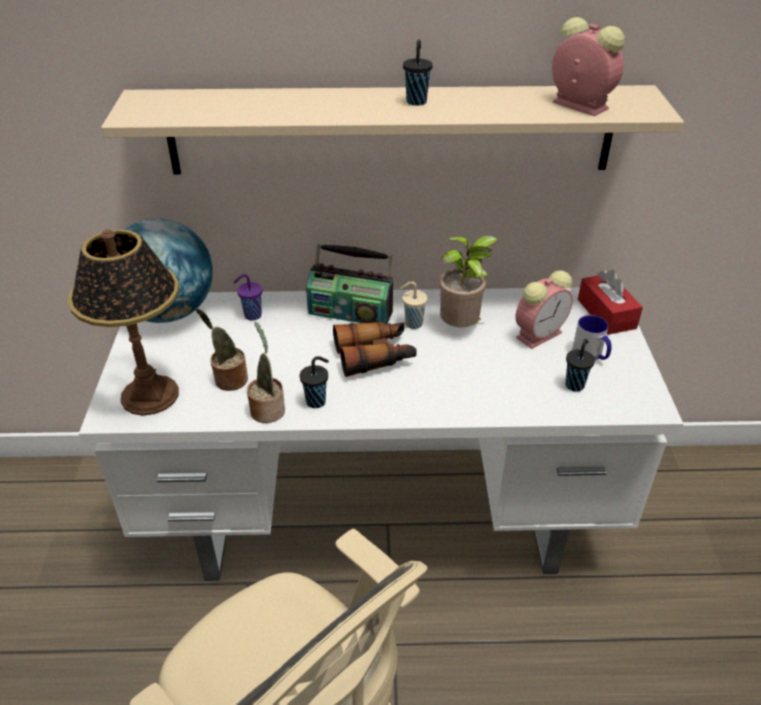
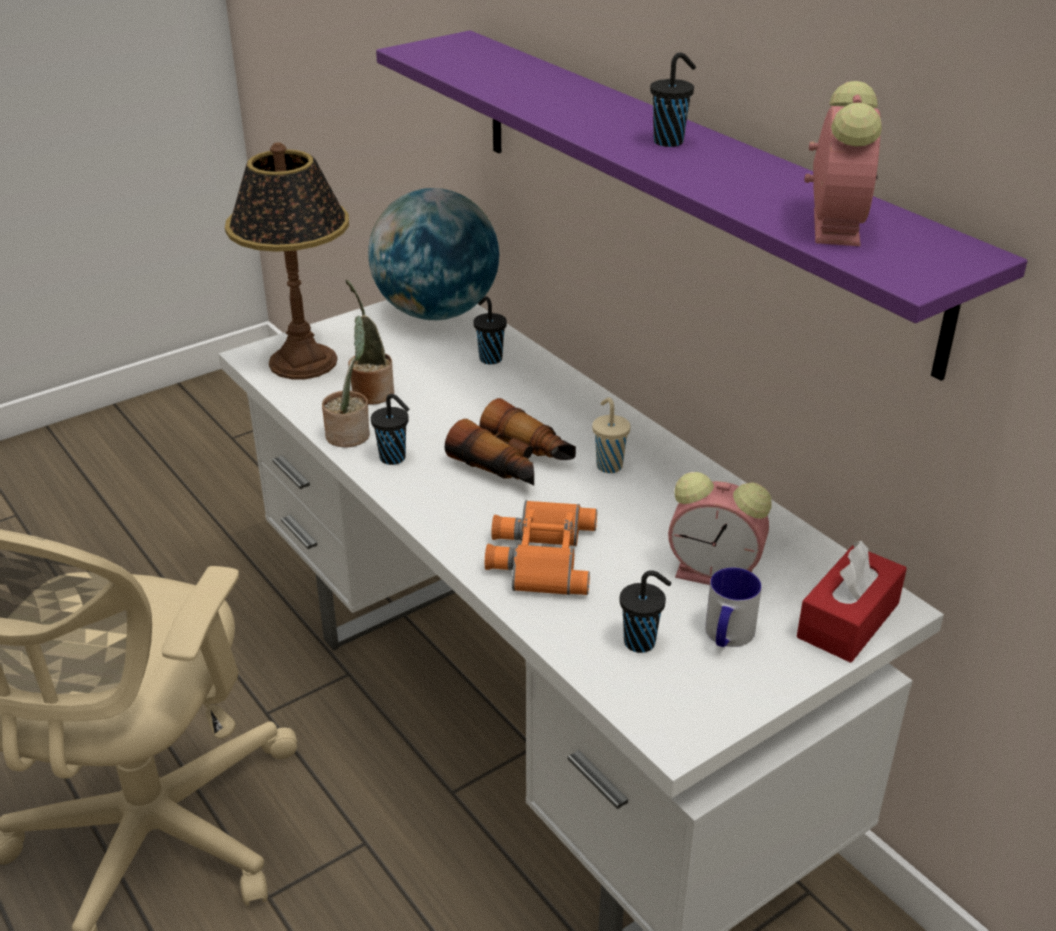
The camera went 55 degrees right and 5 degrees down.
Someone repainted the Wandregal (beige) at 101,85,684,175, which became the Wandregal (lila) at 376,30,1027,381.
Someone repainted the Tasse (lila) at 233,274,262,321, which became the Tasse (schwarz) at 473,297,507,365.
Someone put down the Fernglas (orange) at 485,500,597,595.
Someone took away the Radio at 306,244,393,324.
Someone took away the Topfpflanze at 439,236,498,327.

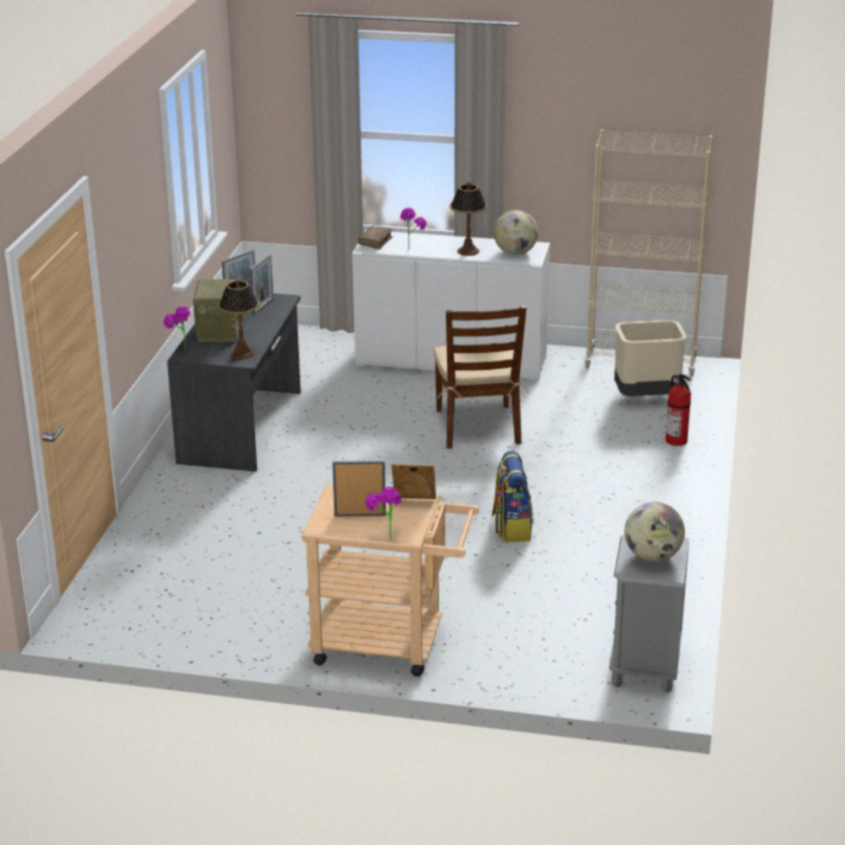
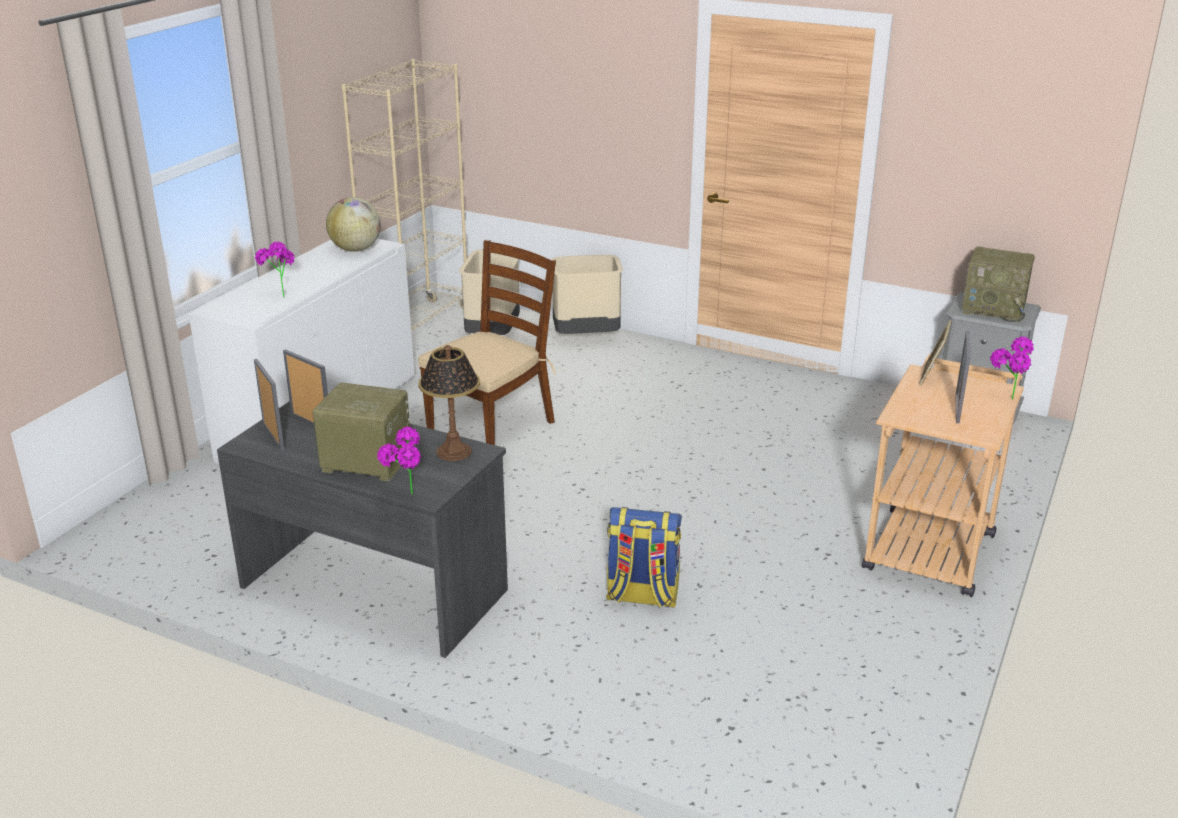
The camera went 75 degrees left and 0 degrees up.
Someone rotated the Stuhl (braun) at 434,306,529,449 by 60 degrees counterclockwise.
Someone swapped the Feuerlöscher at 666,374,691,446 for the Mülleimer (beige) at 552,255,623,334.
Someone carried the Rucksack from 492,451,534,542 to 606,507,682,608.
Someone swapped the Globus at 624,502,685,562 for the Radio at 962,246,1035,322.
Someone took away the Buch (braun) at 358,225,393,250.
Someone took away the Tischlampe at 450,182,487,256.

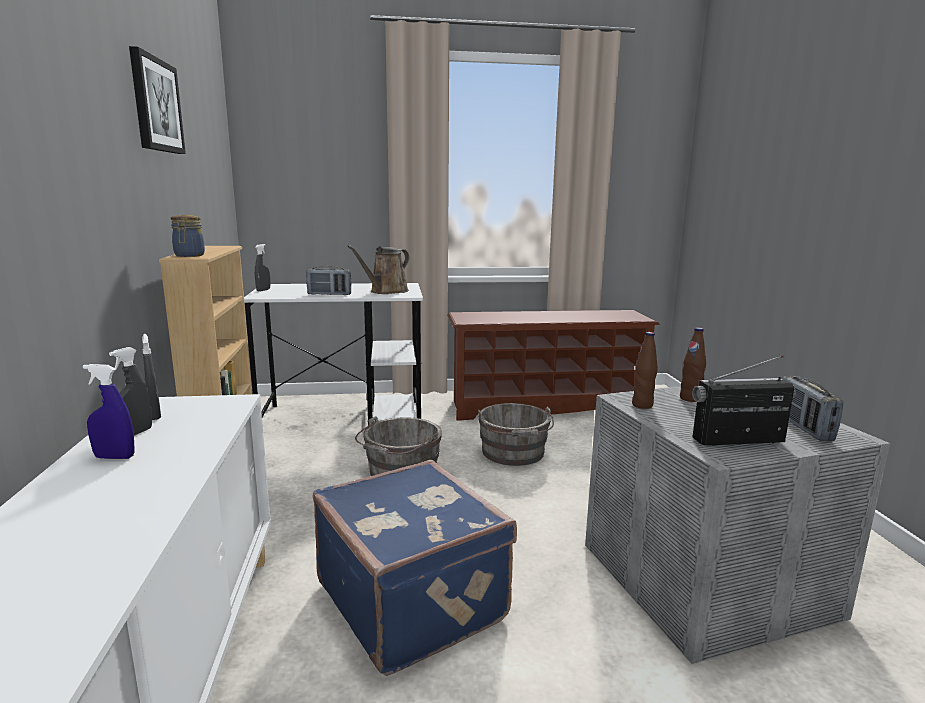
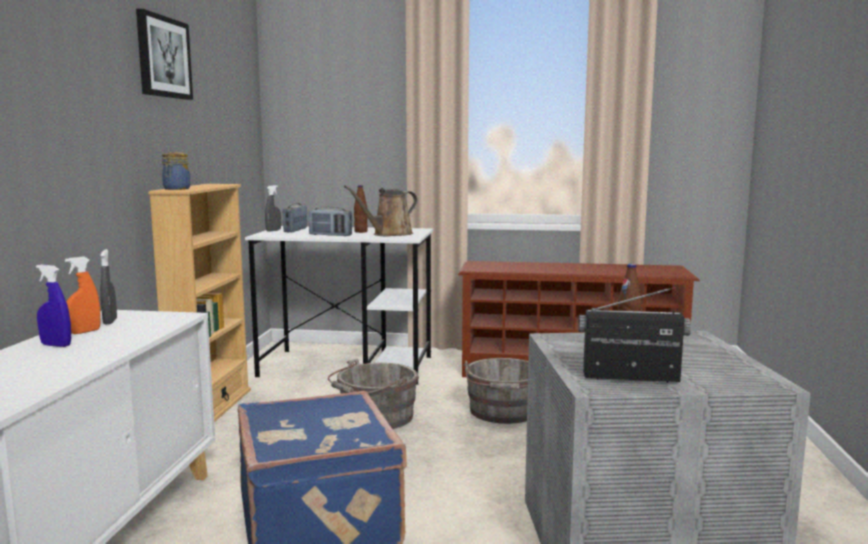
The camera went 15 degrees right and 5 degrees down.
Someone repainted the Sprühflasche (grau) at 109,347,152,436, which became the Sprühflasche (orange) at 65,256,101,334.
Someone carried the Radio from 782,376,843,441 to 283,203,307,232.
Someone carried the Flasche (braun) from 632,332,658,409 to 354,185,368,233.

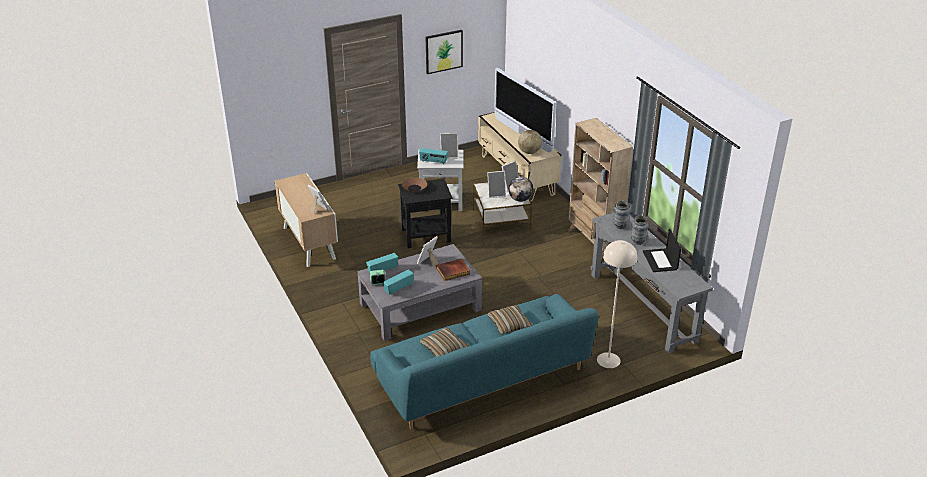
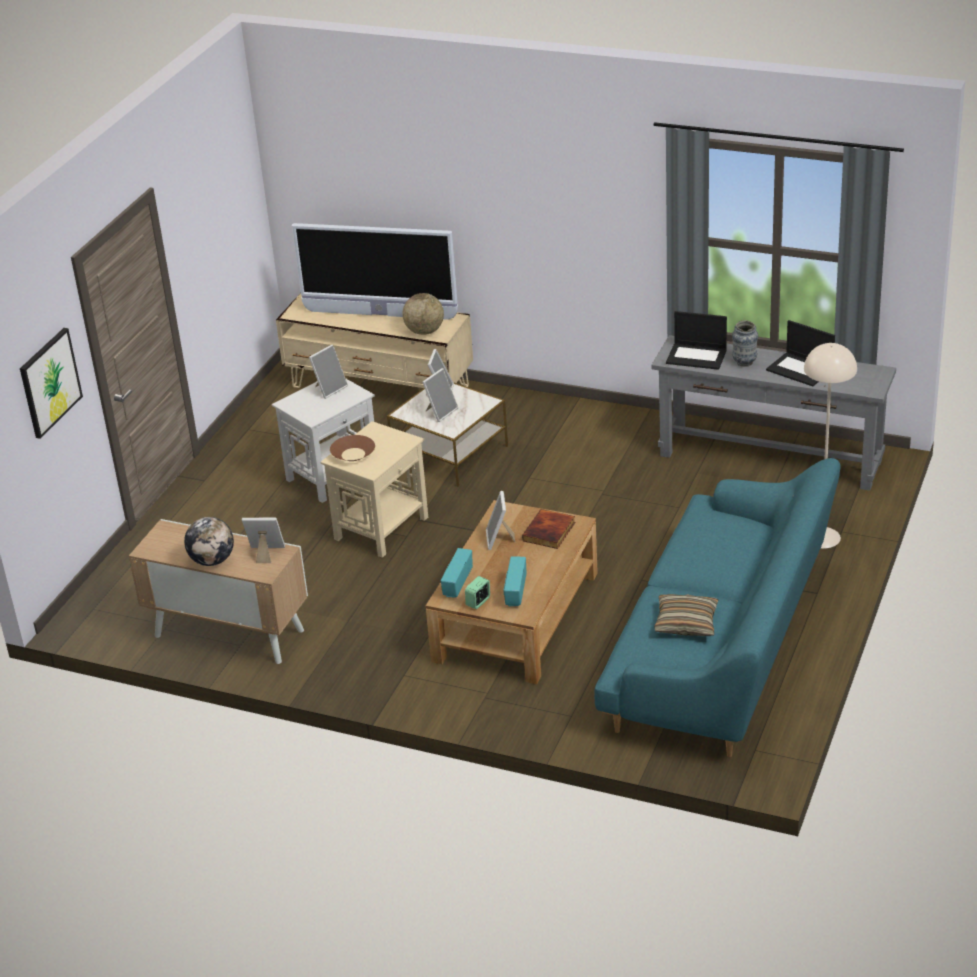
The camera went 40 degrees left and 0 degrees up.
Someone carried the Bild from 426,30,463,74 to 20,328,83,439.
Someone carried the Globus from 509,177,533,202 to 184,517,234,566.
Someone repainted the Beistelltisch (schwarz) at 398,179,453,248, which became the Beistelltisch (beige) at 320,421,428,558.
Someone repainted the Couchtisch (grau) at 358,244,482,341, which became the Couchtisch (braun) at 426,500,598,684.
Someone swapped the Vase at 613,200,630,229 for the Laptop at 666,311,727,370.
Someone took away the Radio at 419,148,448,164.
Someone took away the Kissen at 487,305,533,335.
Someone took away the Bücherregal (beige) at 568,118,633,260.

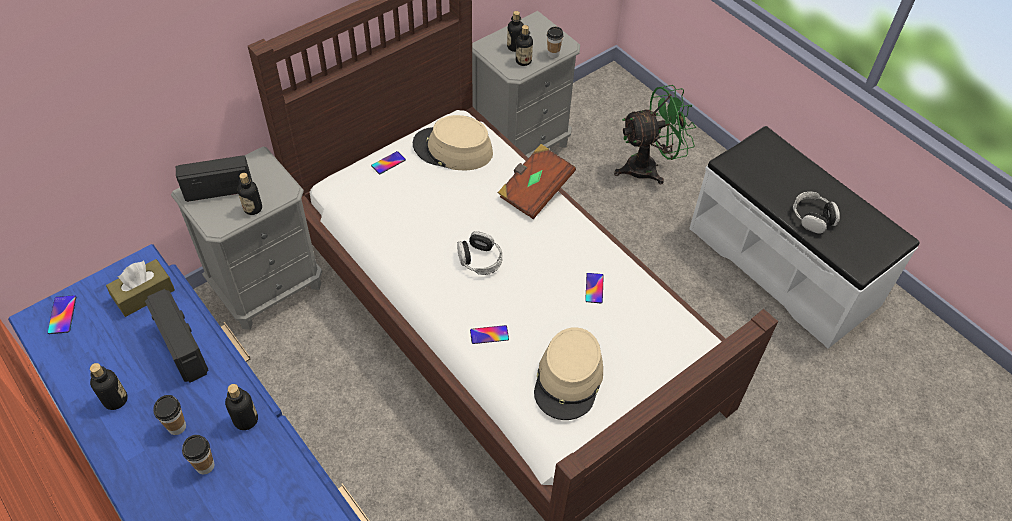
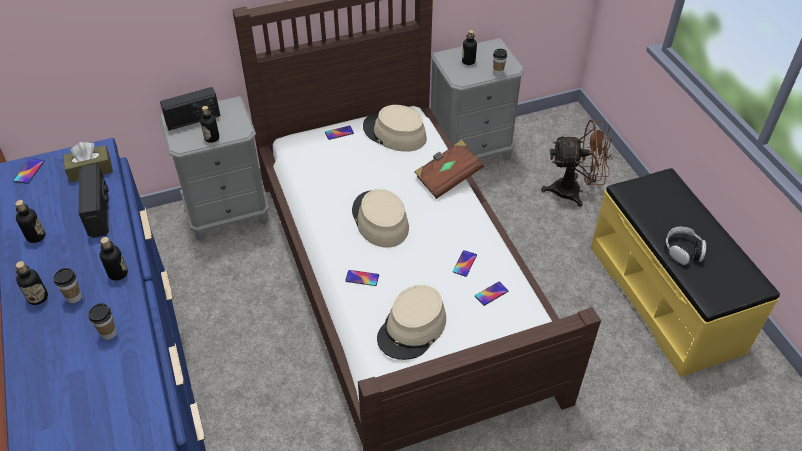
The camera went 20 degrees right and 5 degrees down.
Someone carried the Flasche from 516,25,533,66 to 16,261,48,305.
Someone carried the Tasse from 154,395,186,435 to 88,303,116,340.
Someone rotated the Radio at 176,155,252,202 by 150 degrees clockwise.
Someone swapped the Kopfhörer at 457,231,502,275 for the Hut (beige) at 352,189,409,248.
Someone put down the Handy at 475,282,509,306.
Someone repainted the Ventilator (grün) at 614,85,696,185, which became the Ventilator (braun) at 541,120,612,207.
Someone repainted the Bank (weiß) at 689,126,920,349, which became the Bank (gelb) at 591,168,780,377.

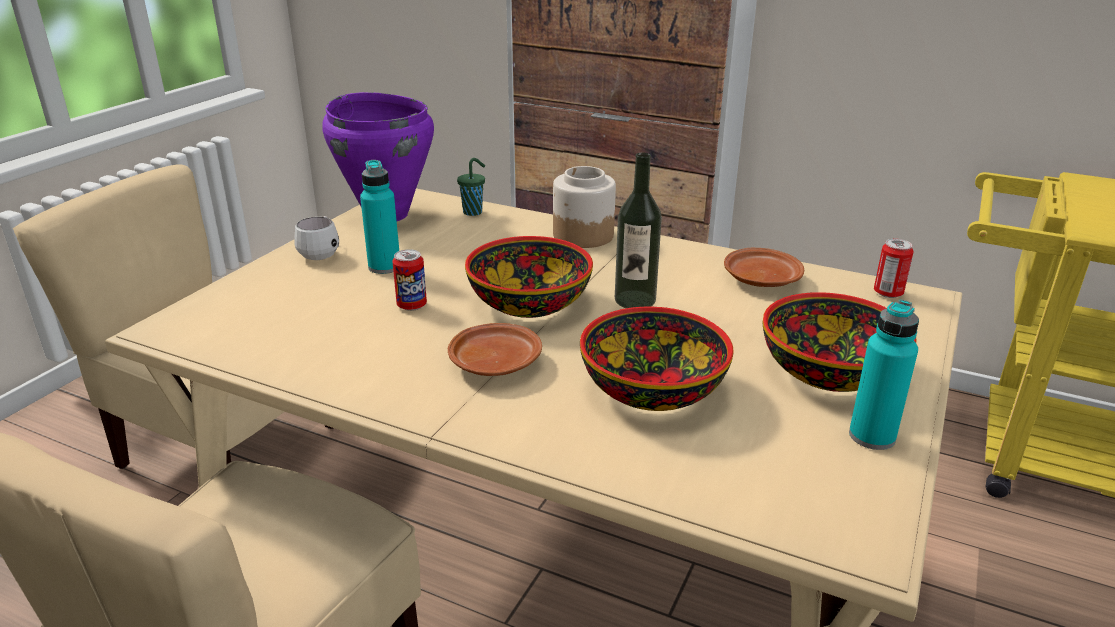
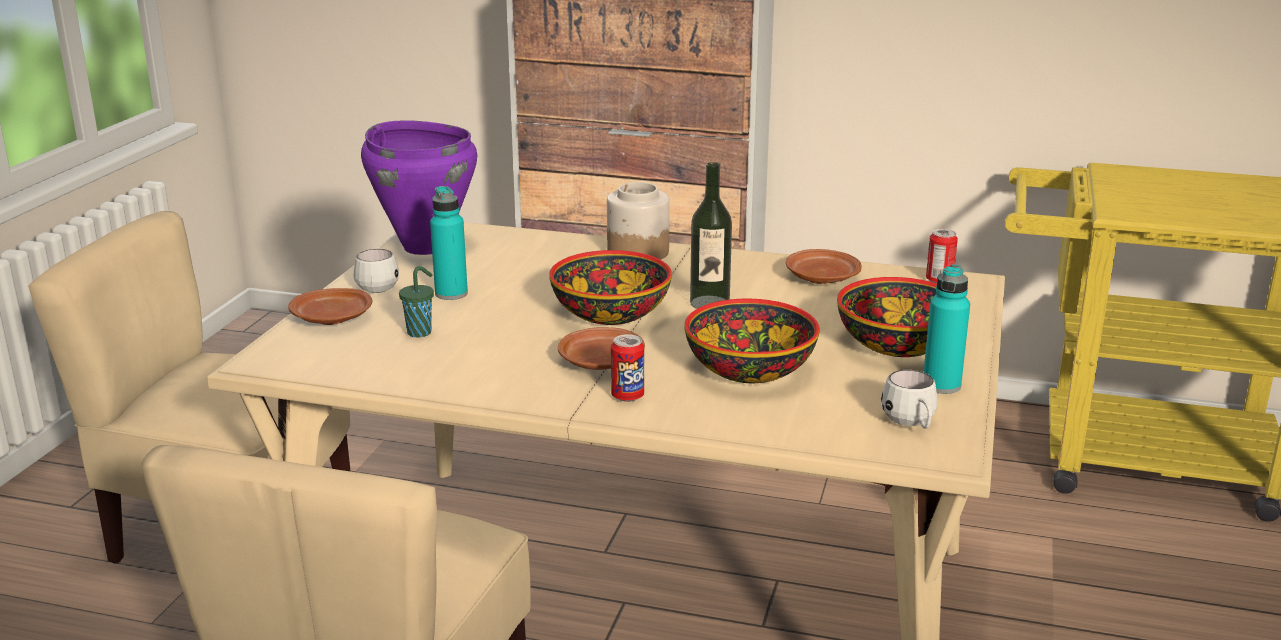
The camera went 10 degrees left and 5 degrees down.
Someone put down the Teller (braun) at 288,288,372,325.
Someone carried the Tasse (grün) from 457,158,485,216 to 399,266,434,338.
Someone carried the Dose from 392,249,427,311 to 611,334,644,402.
Someone put down the Henkelbecher (weiß) at 881,370,938,429.

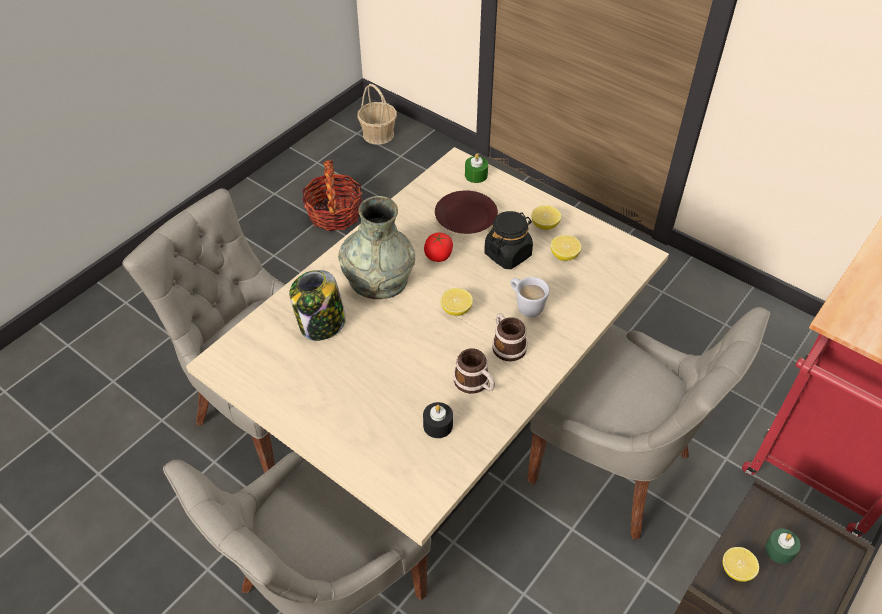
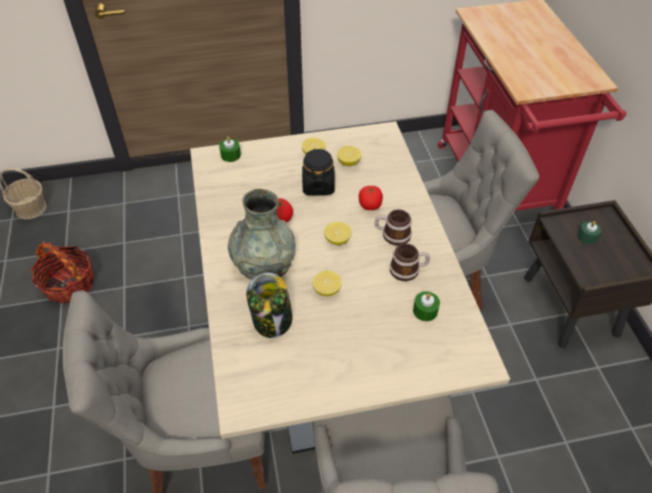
The camera went 50 degrees left and 0 degrees up.
Someone carried the Zitrone from 723,547,759,582 to 312,270,342,296.
Someone swapped the Henkelbecher (weiß) at 510,277,549,317 for the Tomate at 359,186,383,210.
Someone repainted the Kerze (schwarz) at 423,402,453,438, which became the Kerze (grün) at 413,291,440,321.
Someone took away the Teller (braun) at 435,190,498,234.

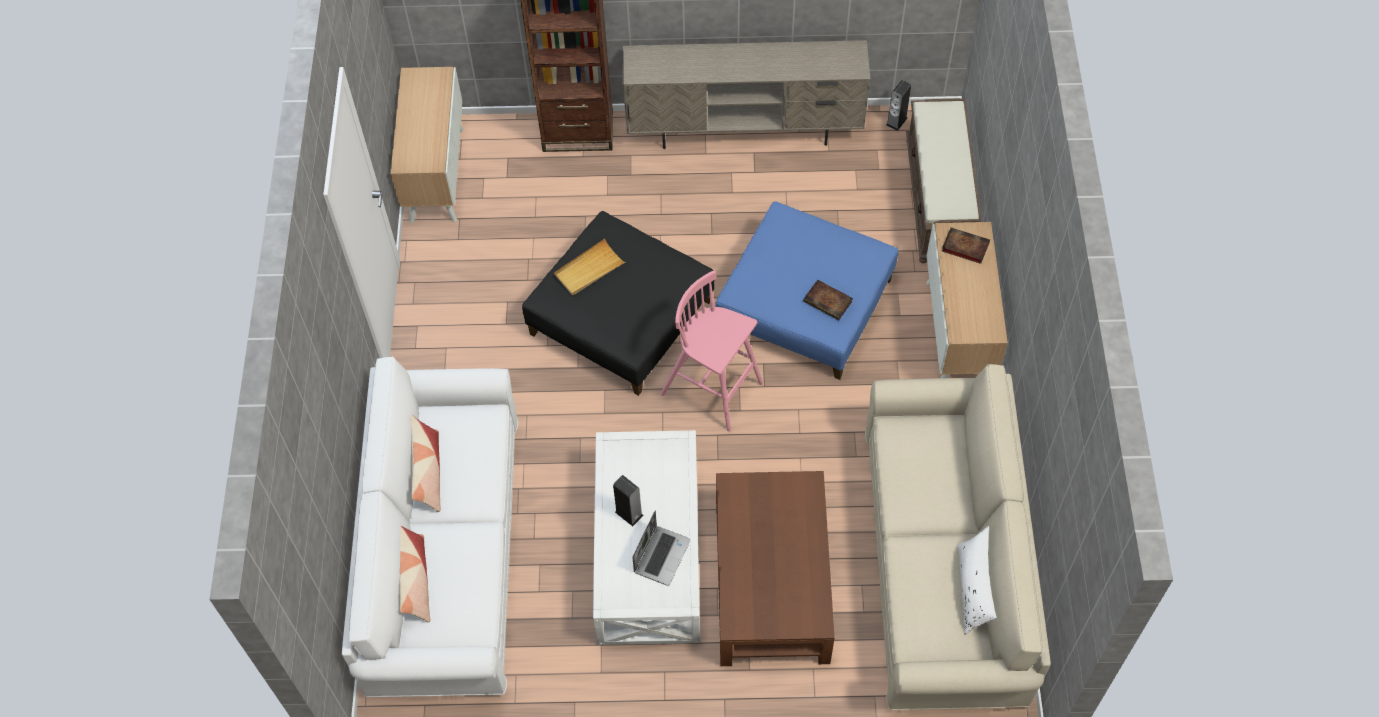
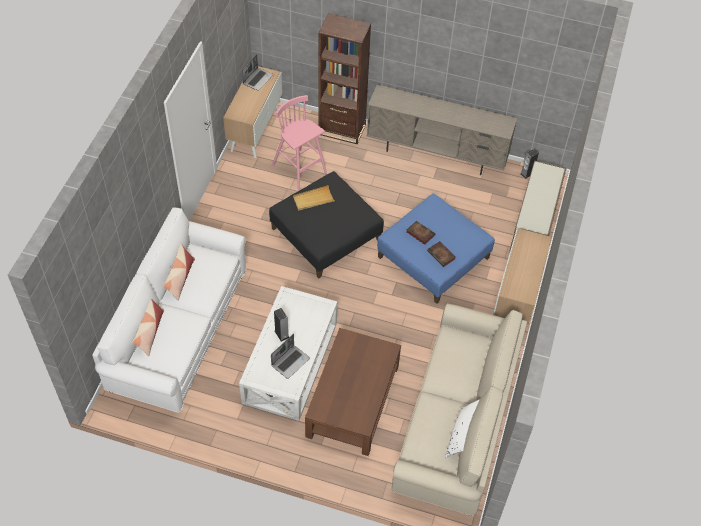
The camera went 15 degrees right and 5 degrees down.
Someone put down the Laptop at 242,55,273,91.
Someone carried the Hocker (rosa) from 661,271,763,432 to 272,95,327,191.
Someone carried the Buch from 942,227,990,264 to 407,221,435,245.

